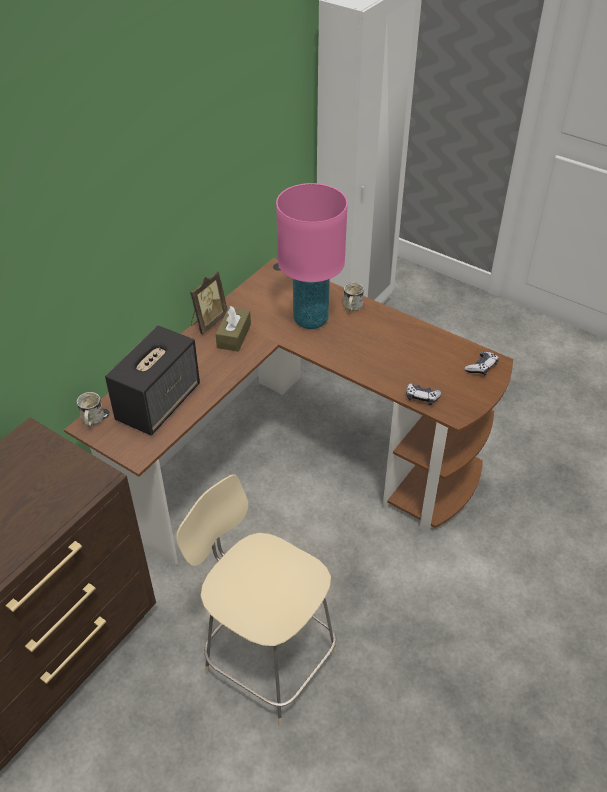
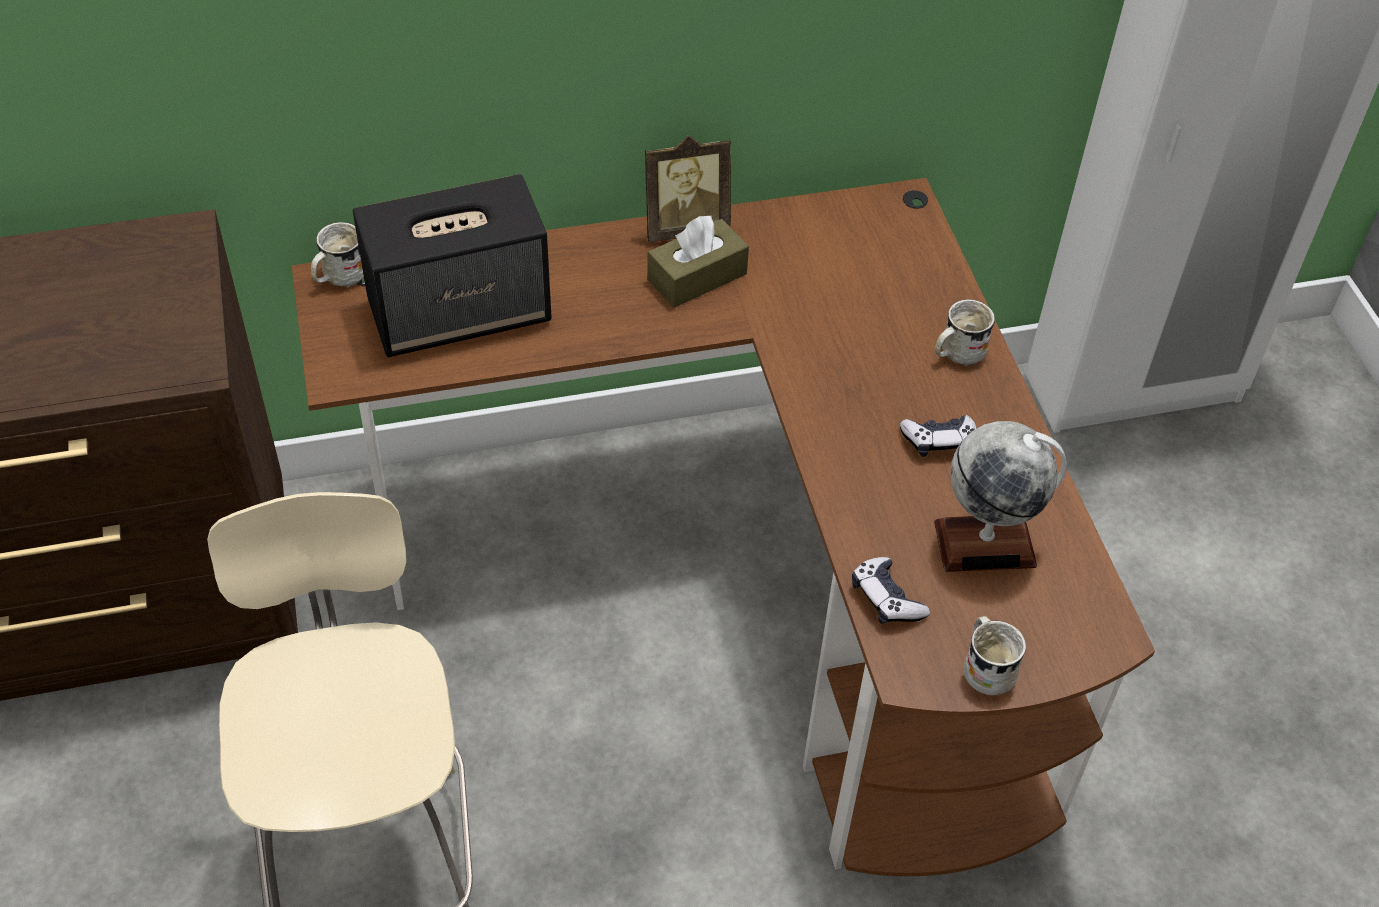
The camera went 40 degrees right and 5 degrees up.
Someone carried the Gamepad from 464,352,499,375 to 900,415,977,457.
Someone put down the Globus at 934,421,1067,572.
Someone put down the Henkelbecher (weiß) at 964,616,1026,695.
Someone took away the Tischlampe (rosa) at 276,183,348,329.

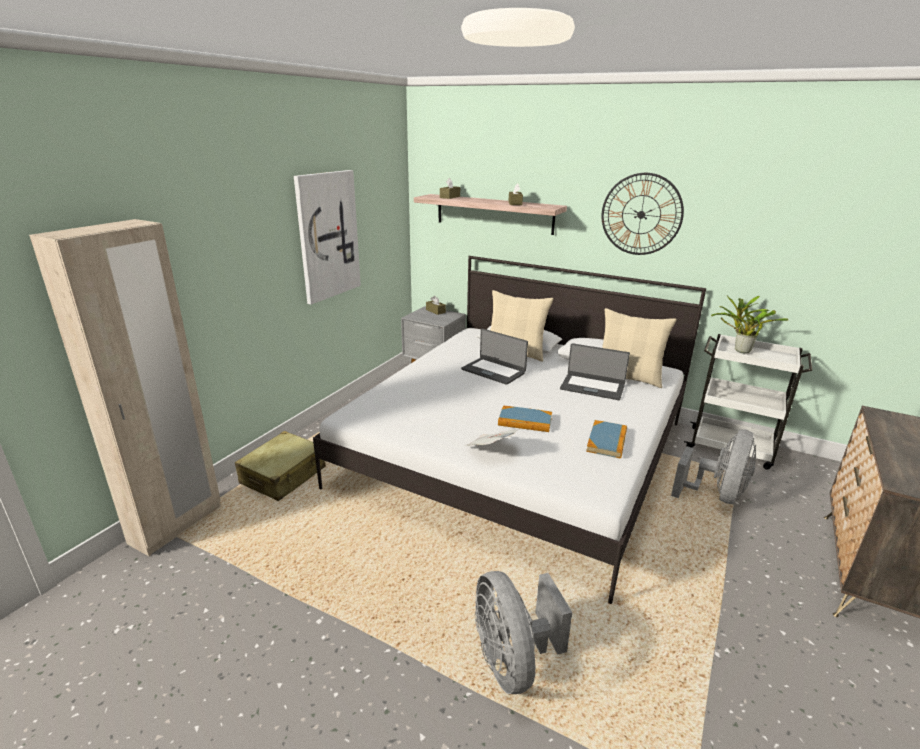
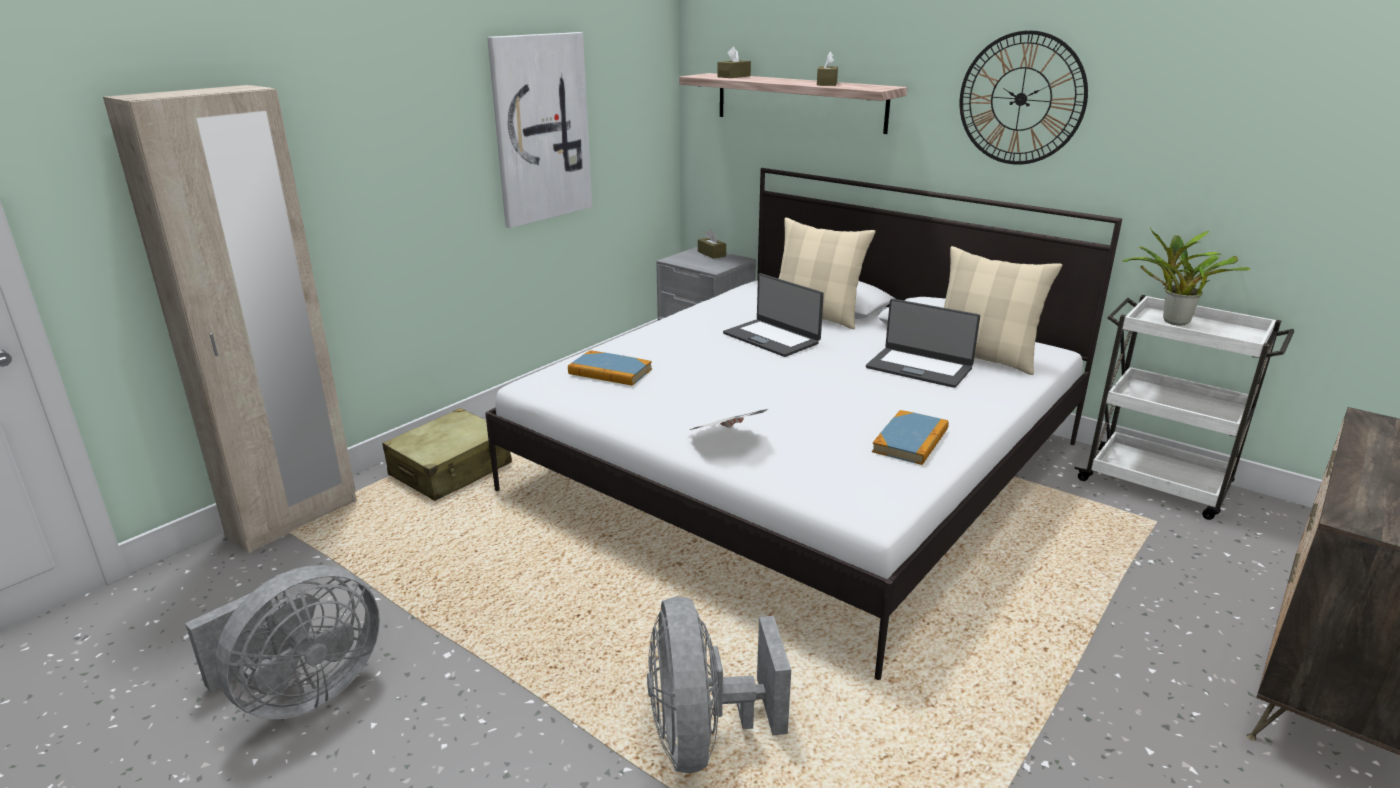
The camera went 10 degrees right and 0 degrees up.
Someone carried the Ventilator (grau) from 671,429,756,504 to 185,565,380,719.
Someone carried the Buch from 498,405,552,432 to 568,350,652,386.

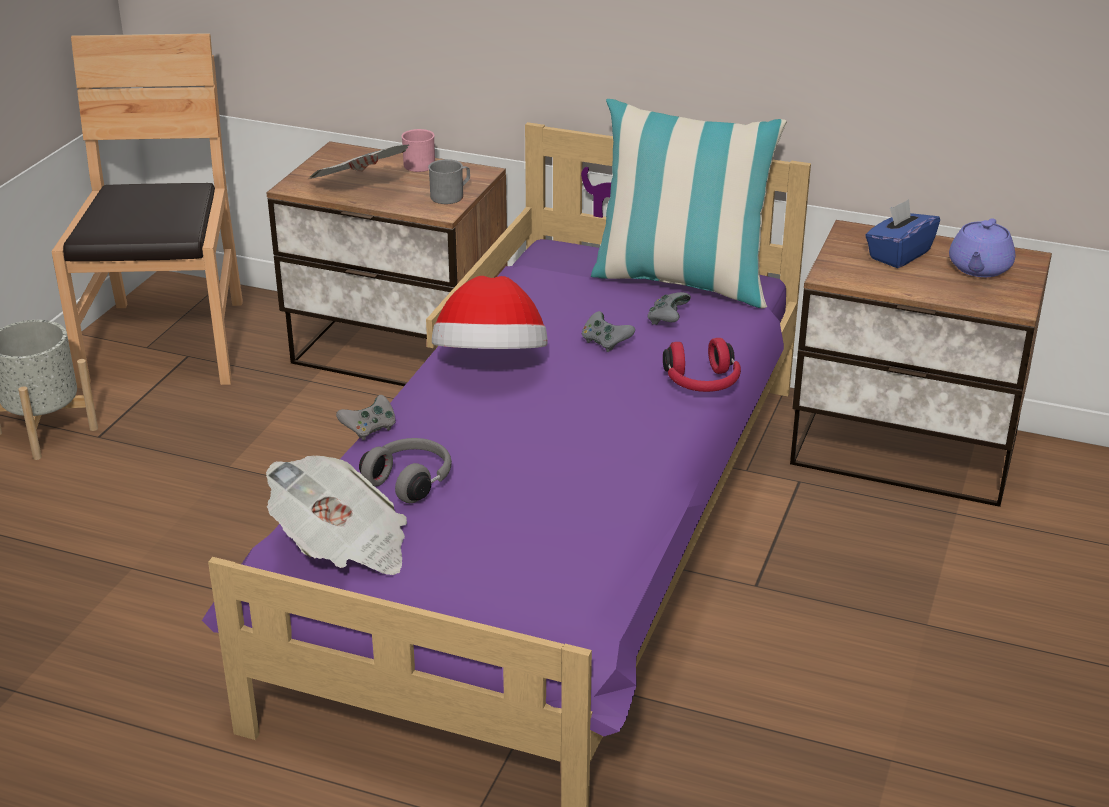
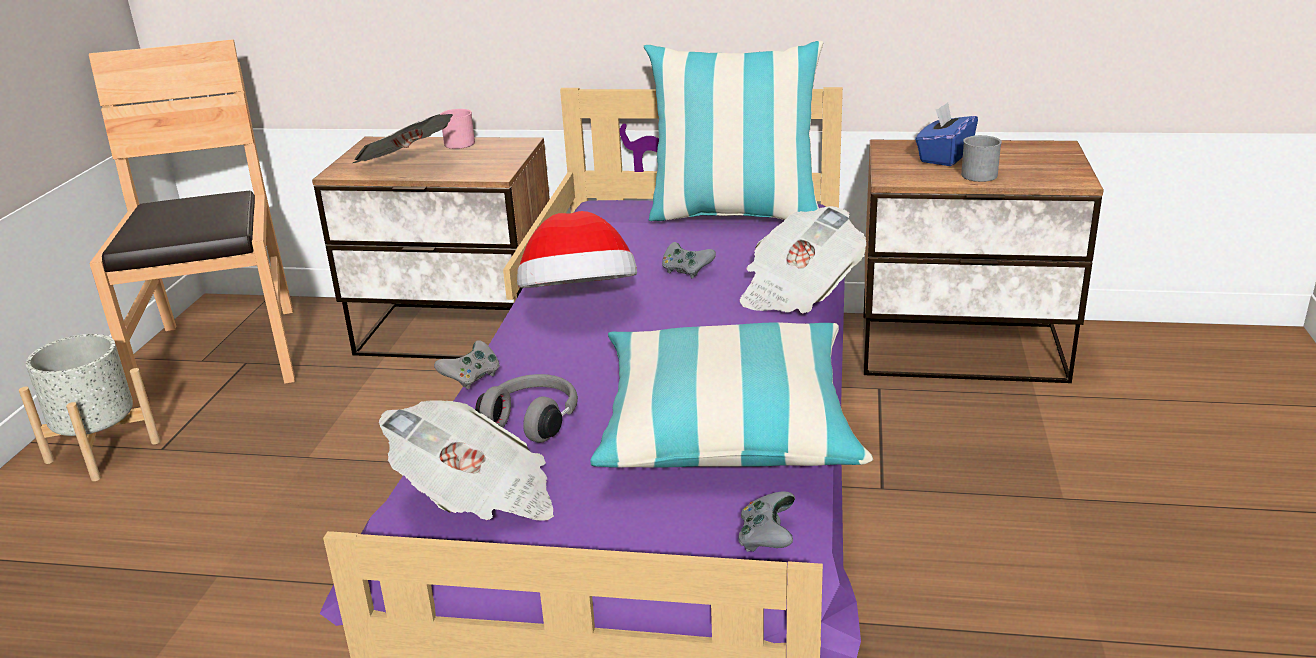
The camera went 10 degrees left and 5 degrees down.
Someone put down the Kissen at 590,322,873,468.
Someone carried the Gamepad (grau) from 647,292,691,325 to 738,491,795,552.
Someone swapped the Kopfhörer (rot) at 663,338,741,392 for the Zeitung at 740,206,866,313.
Someone carried the Henkelbecher (grau) from 428,159,470,204 to 961,135,1002,182.
Someone took away the Teekanne (lila) at 949,219,1015,277.

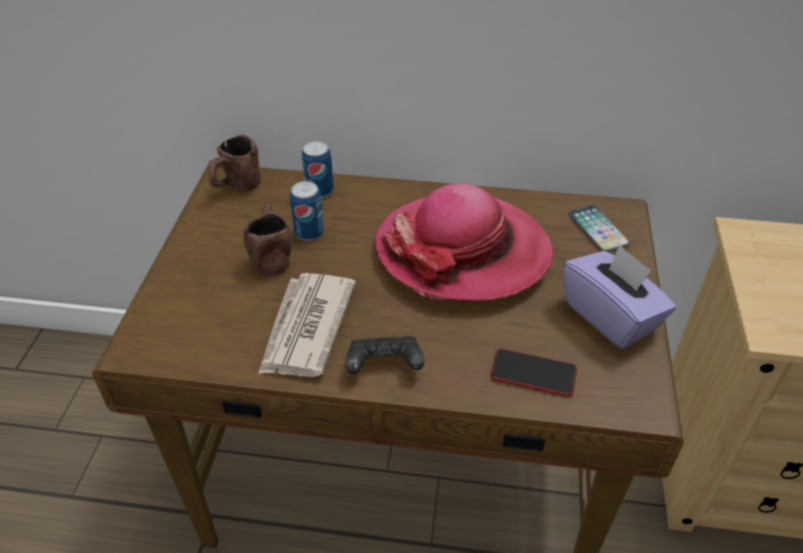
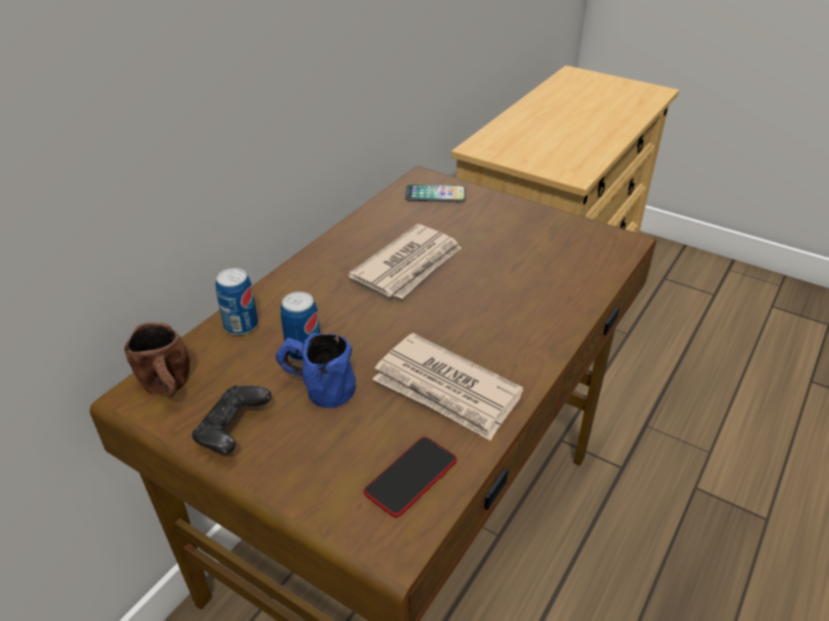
The camera went 65 degrees left and 5 degrees down.
Someone carried the Gamepad (schwarz) from 346,336,424,374 to 192,386,271,454.
Someone repainted the Henkelbecher (braun) at 243,204,292,276, which became the Henkelbecher (blau) at 276,333,356,408.
Someone swapped the Hut at 375,183,554,301 for the Zeitung at 348,224,461,299.
Someone carried the Handy from 490,349,577,397 to 364,437,457,517.
Someone took away the Taschentuchbox (lila) at 563,245,676,349.

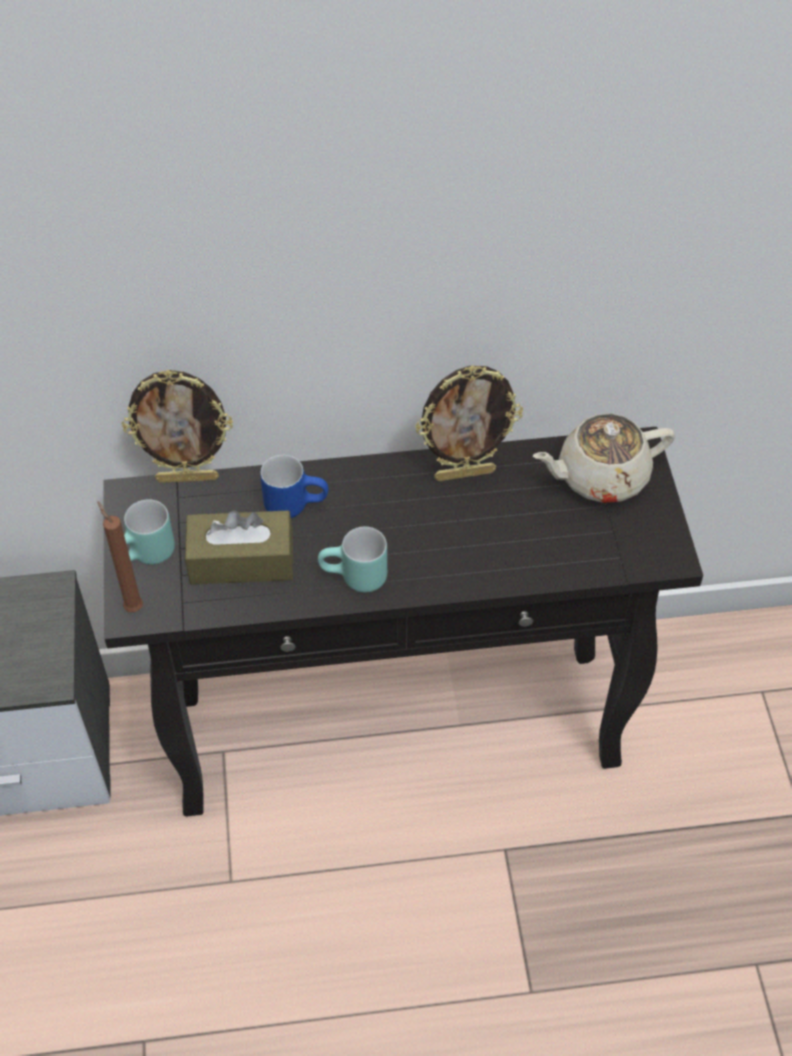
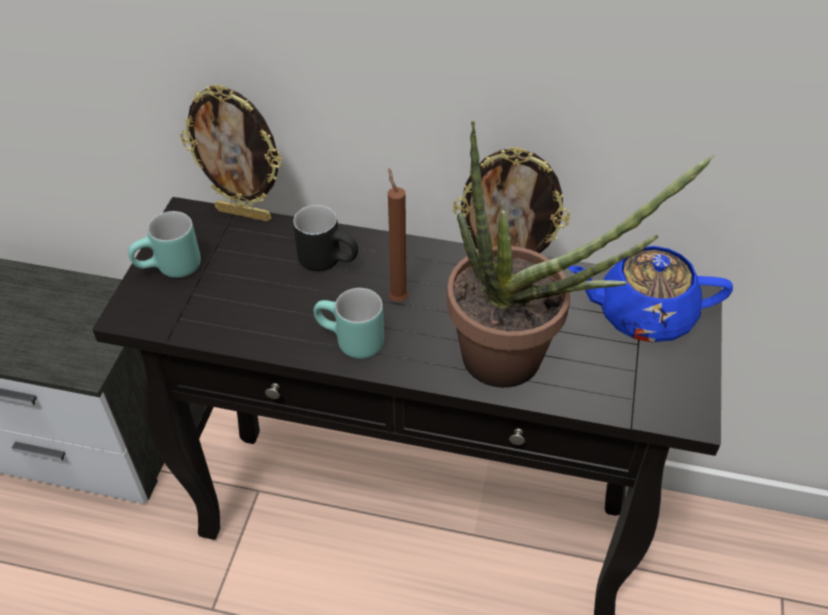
The camera went 20 degrees right and 5 degrees down.
Someone repainted the Henkelbecher (blau) at 260,455,328,518, which became the Henkelbecher (schwarz) at 293,205,358,271.
Someone carried the Kerze (braun) from 97,501,143,612 to 388,168,408,302.
Someone put down the Topfpflanze at 447,120,715,388.
Someone repainted the Teekanne (beige) at 533,413,675,503, which became the Teekanne (blau) at 568,246,733,342.
Someone took away the Taschentuchbox (braun) at 185,510,293,585.

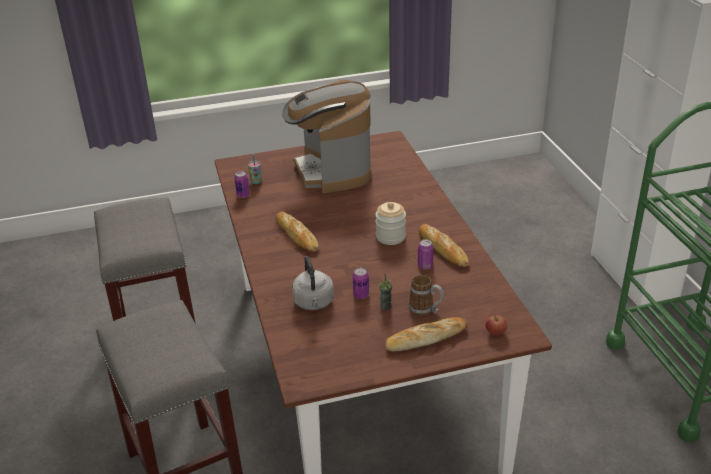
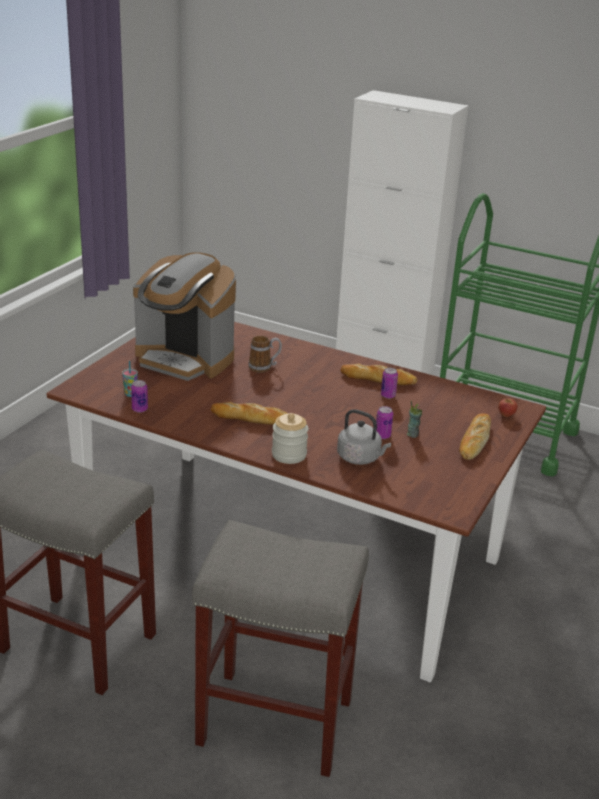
The camera went 50 degrees left and 5 degrees down.
Someone carried the Henkelbecher from 408,275,444,316 to 248,336,282,373.
Someone carried the Vorratsglas from 375,202,406,245 to 272,413,309,464.

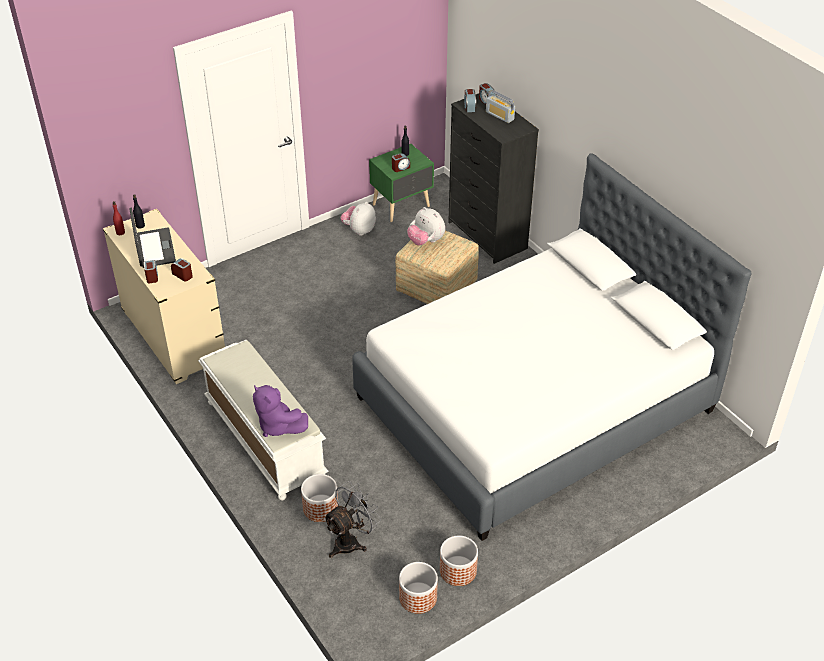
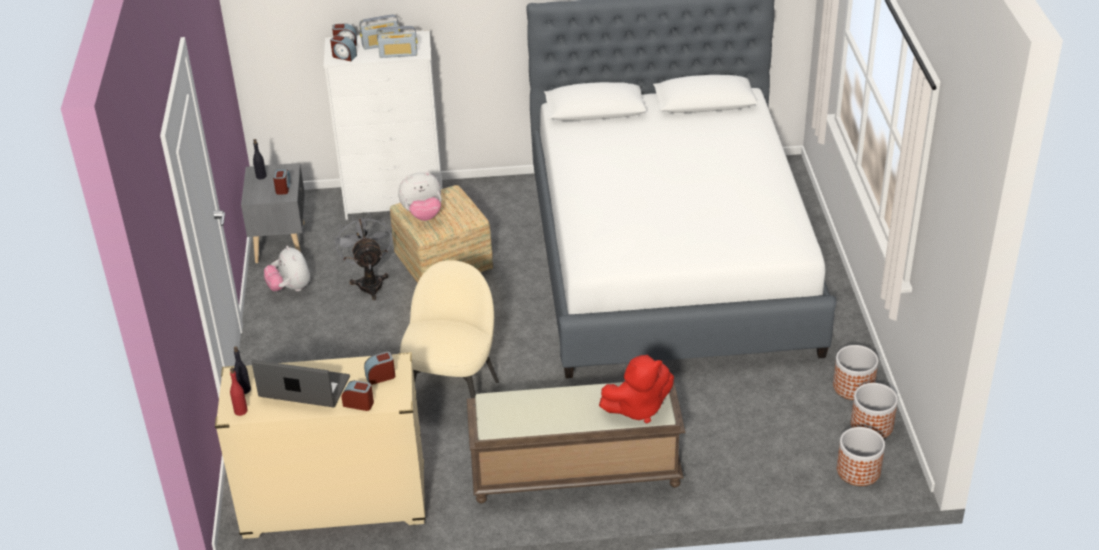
The camera went 60 degrees left and 5 degrees down.
Someone repainted the Nachttisch (grün) at 369,144,434,222, which became the Nachttisch (grau) at 241,163,305,263.
Someone repainted the Kommode (schwarz) at 448,93,539,264, which became the Kommode (weiß) at 323,30,442,220.
Someone carried the Ventilator (grau) from 323,481,381,558 to 334,213,392,300.
Someone put down the Radio at 377,26,418,58.
Someone put down the Stuhl (beige) at 400,260,499,398.
Someone repainted the Bank (weiß) at 198,340,329,500, which became the Bank (braun) at 467,382,685,503.
Someone repainted the Plüschtier (lila) at 253,385,308,437, which became the Plüschtier (rot) at 599,355,674,423.
Someone carried the Pflanzkübel from 301,474,338,522 to 837,427,885,486.

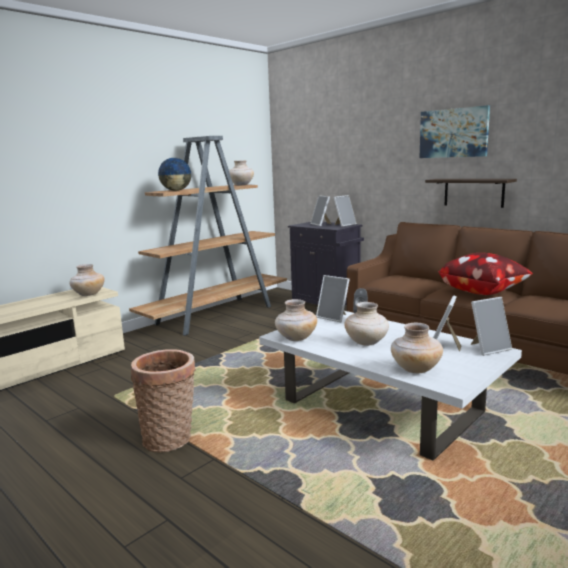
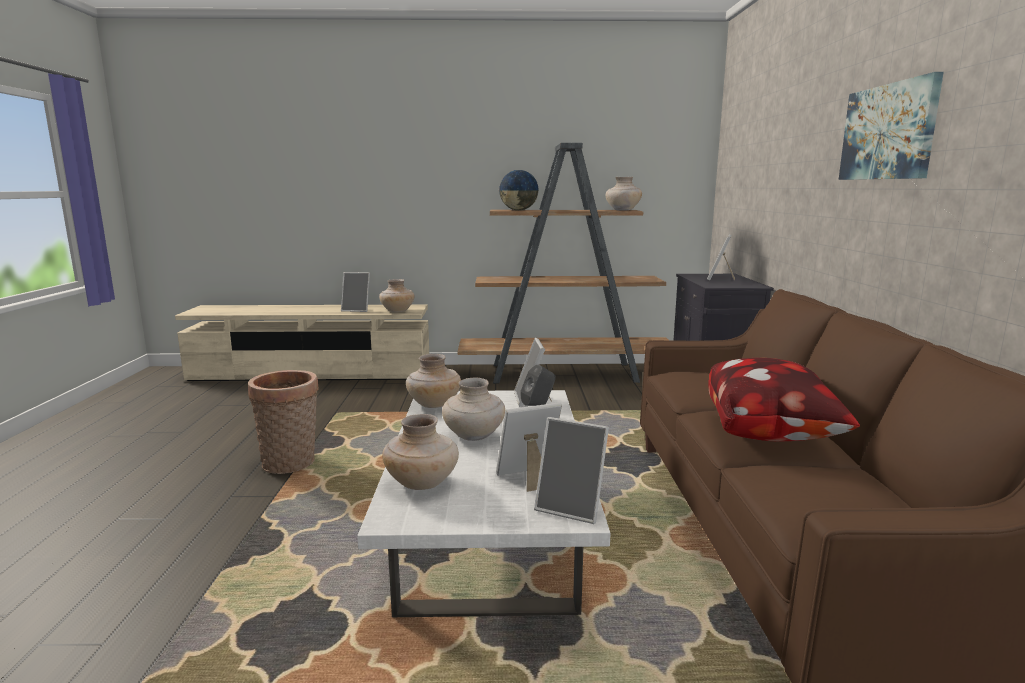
The camera went 45 degrees right and 0 degrees up.
Someone carried the Bilderrahmen from 333,195,357,227 to 341,272,370,312.
Someone took away the Wandregal at 425,179,517,208.

